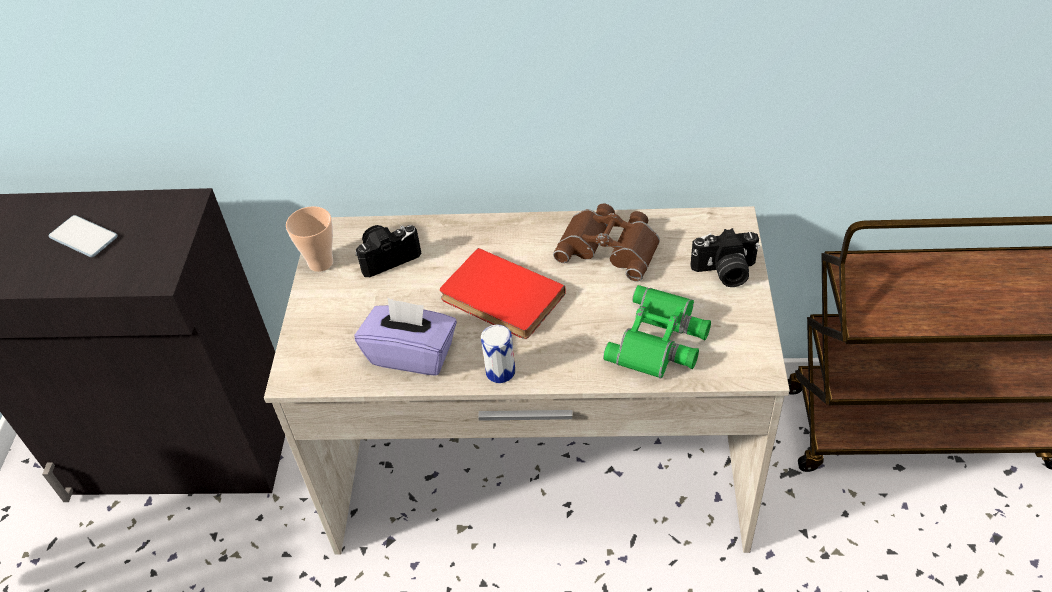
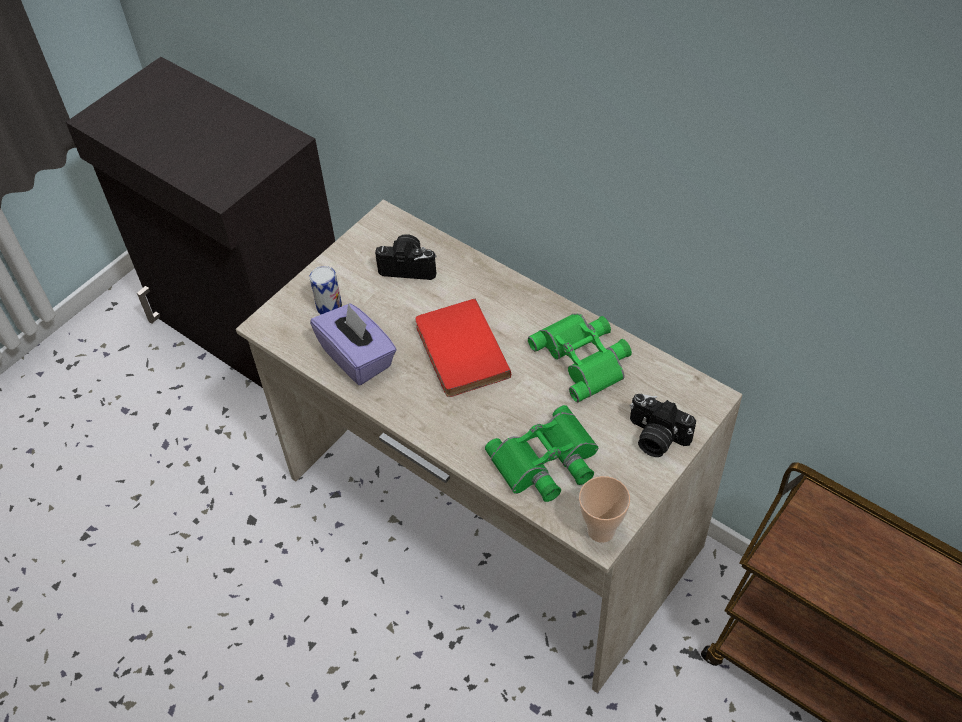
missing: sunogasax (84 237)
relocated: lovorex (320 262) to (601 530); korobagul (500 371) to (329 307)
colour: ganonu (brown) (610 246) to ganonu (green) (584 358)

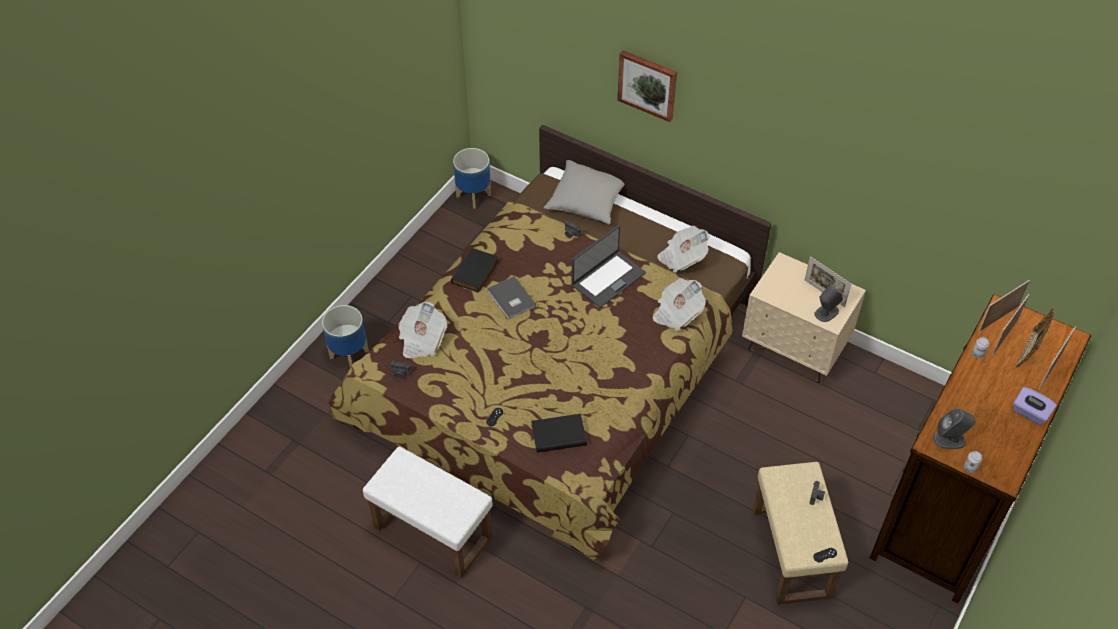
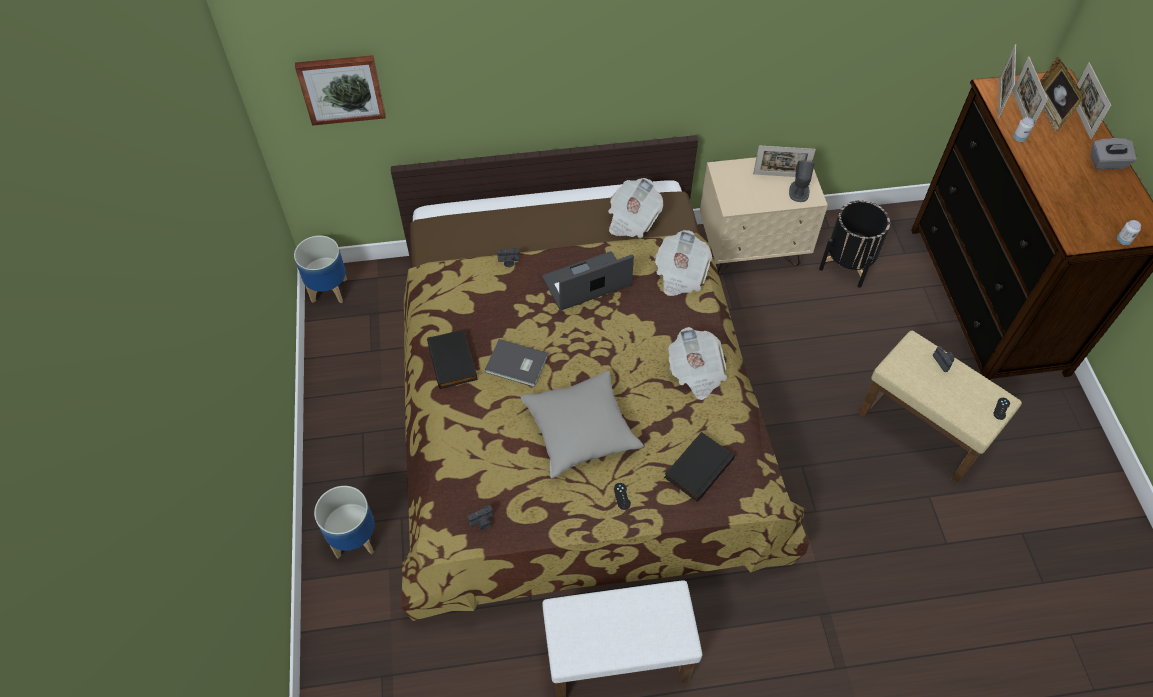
missing: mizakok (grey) (949 439)
appeared: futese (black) (848 263)
relocated: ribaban (421 340) to (696 372); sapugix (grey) (587 200) to (580 430); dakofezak (648 84) to (341 88)
colour: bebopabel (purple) (1030 413) to bebopabel (grey) (1107 163)
spun: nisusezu (607 279) = (587 283) 120 degrees counterclockwise

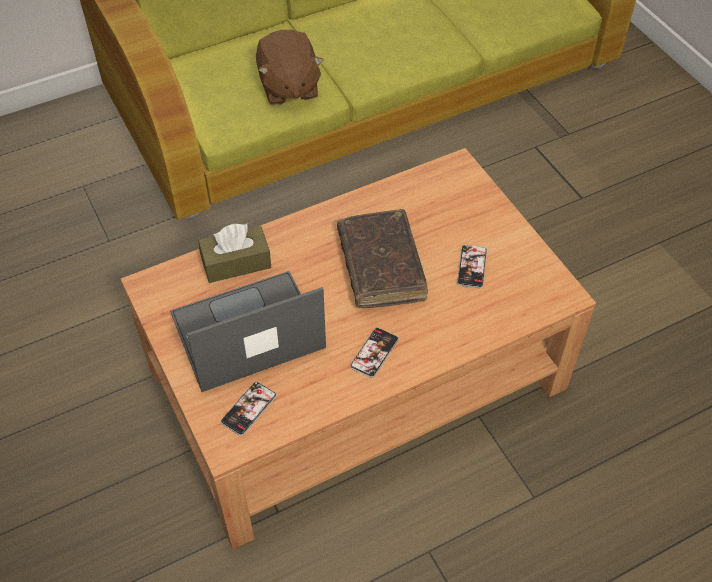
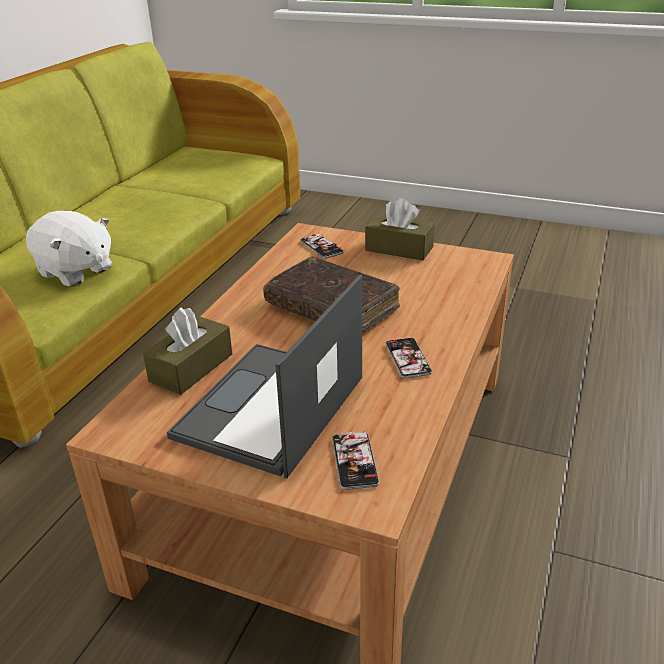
appeared: bebopabel (brown) (399 249)
relocated: sunogasax (472 267) to (321 247)
colour: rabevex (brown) (288 87) to rabevex (white) (75 272)

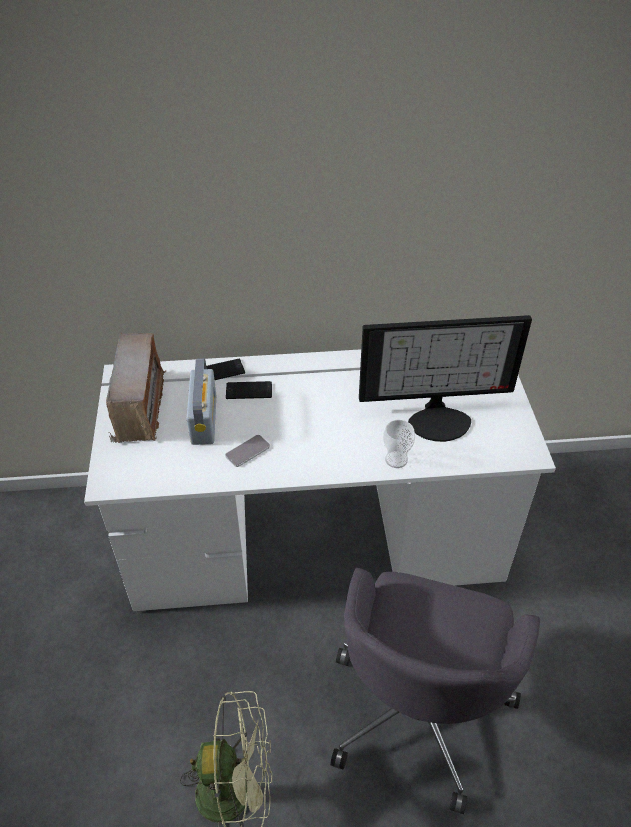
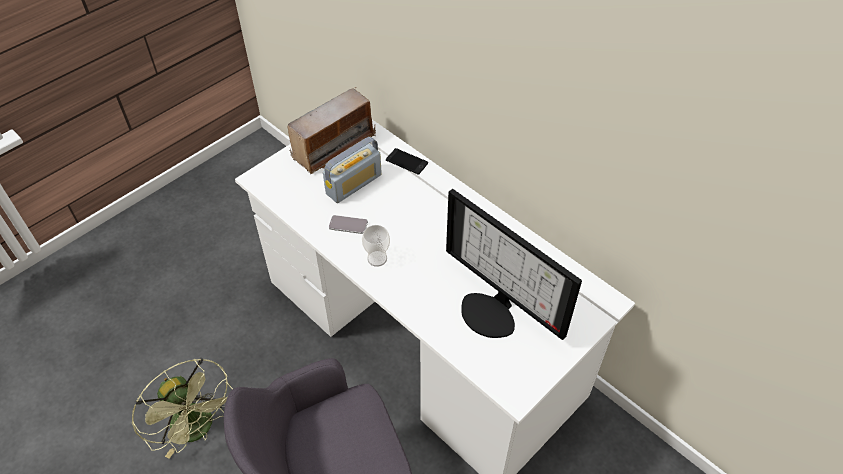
missing: sunogasax (249 391)
relocated: lovorex (396 459) to (377 258)

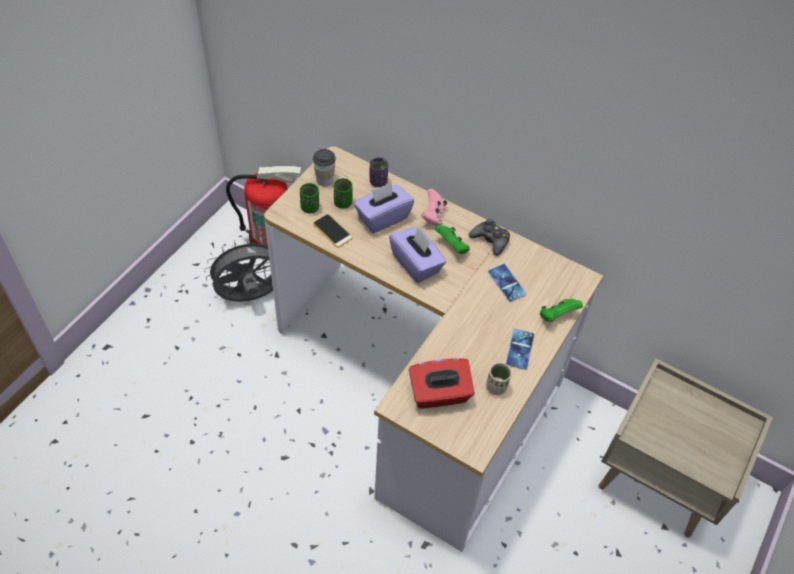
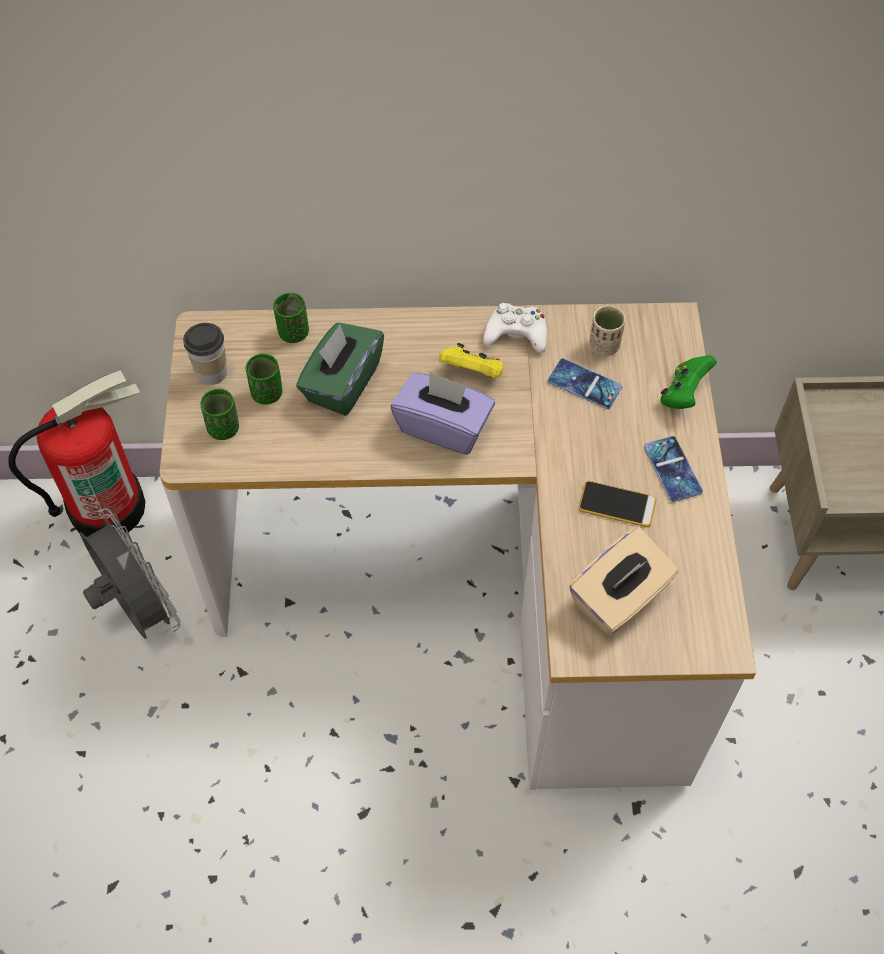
missing: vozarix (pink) (433 216)
relocated: sunogasax (332 231) to (617 504); lovorex (beige) (496 387) to (604 346)
colour: bebopabel (purple) (383 217) to bebopabel (green) (342 383); lovorex (purple) (378 182) to lovorex (green) (293 333); bebopabel (red) (439 394) to bebopabel (beige) (619 598); vozarix (green) (452 247) to vozarix (yellow) (473 373); vozarix (black) (490 240) to vozarix (white) (516 334)
spun: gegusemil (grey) (250 297) = (137 609) 105 degrees clockwise

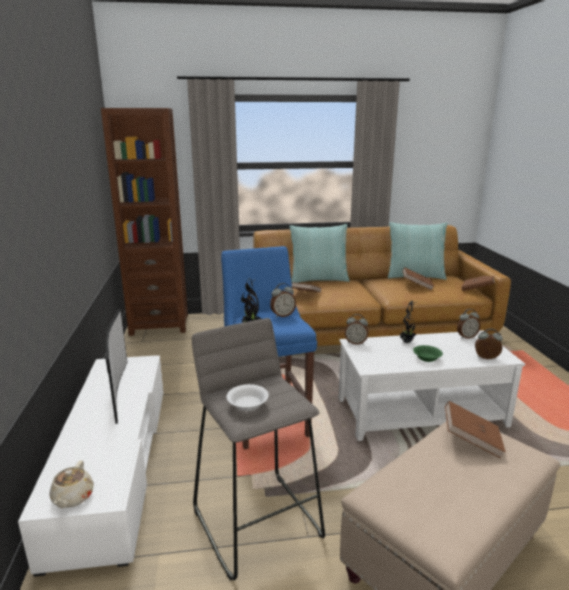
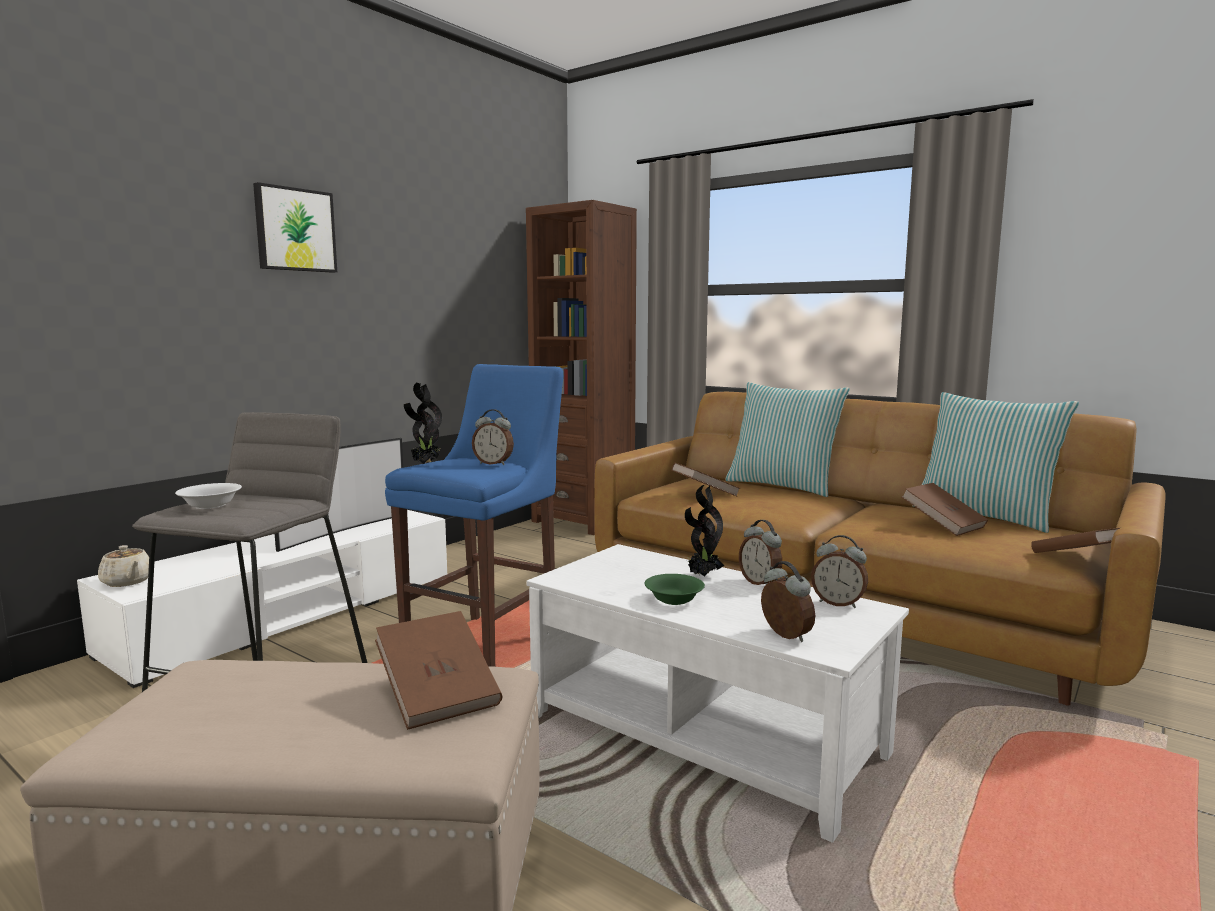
appeared: dakofezak (294 230)
relocated: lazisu (356 342) to (760 583)
spun: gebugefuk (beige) (72 498) = (127 582) 90 degrees counterclockwise

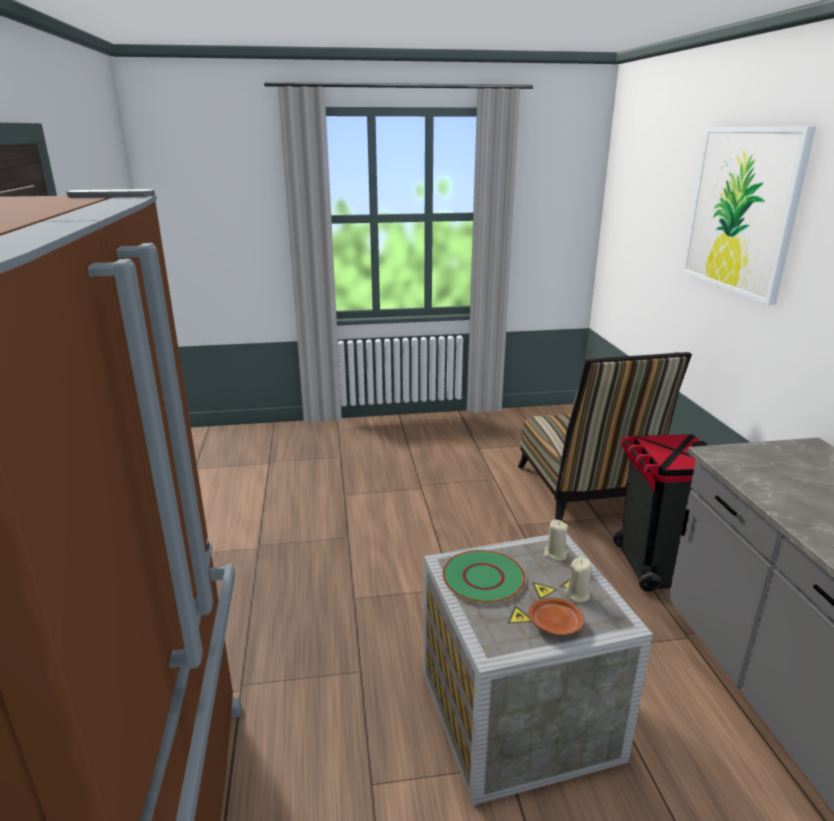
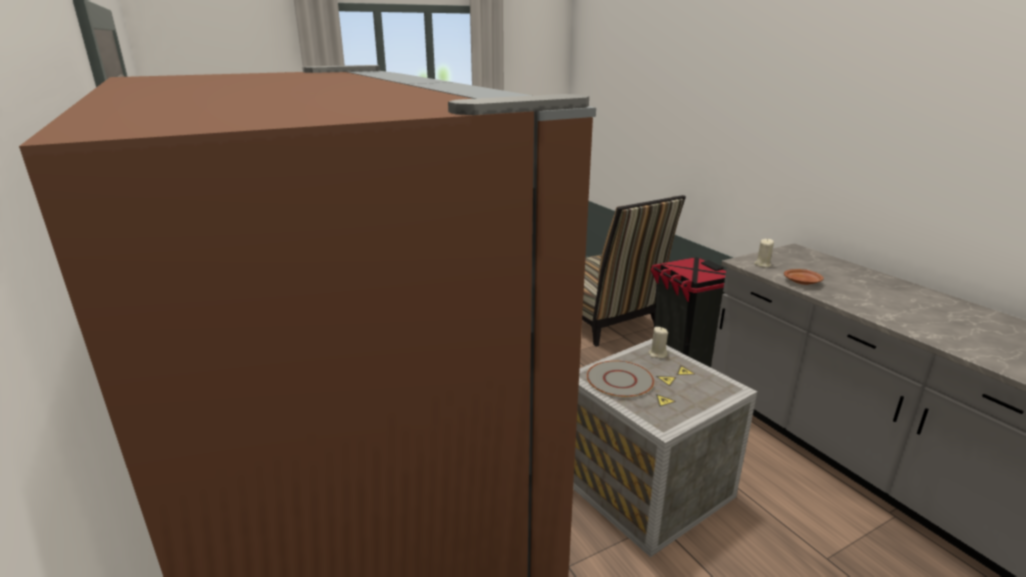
missing: dakofezak (742 210)
relocated: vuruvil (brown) (556 624) to (802 282); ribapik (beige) (577 594) to (762 264)
colour: vuruvil (green) (483 578) to vuruvil (grey) (619 380)

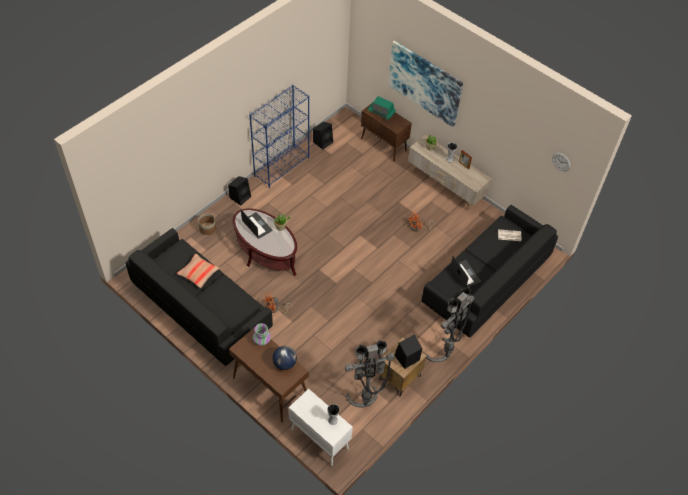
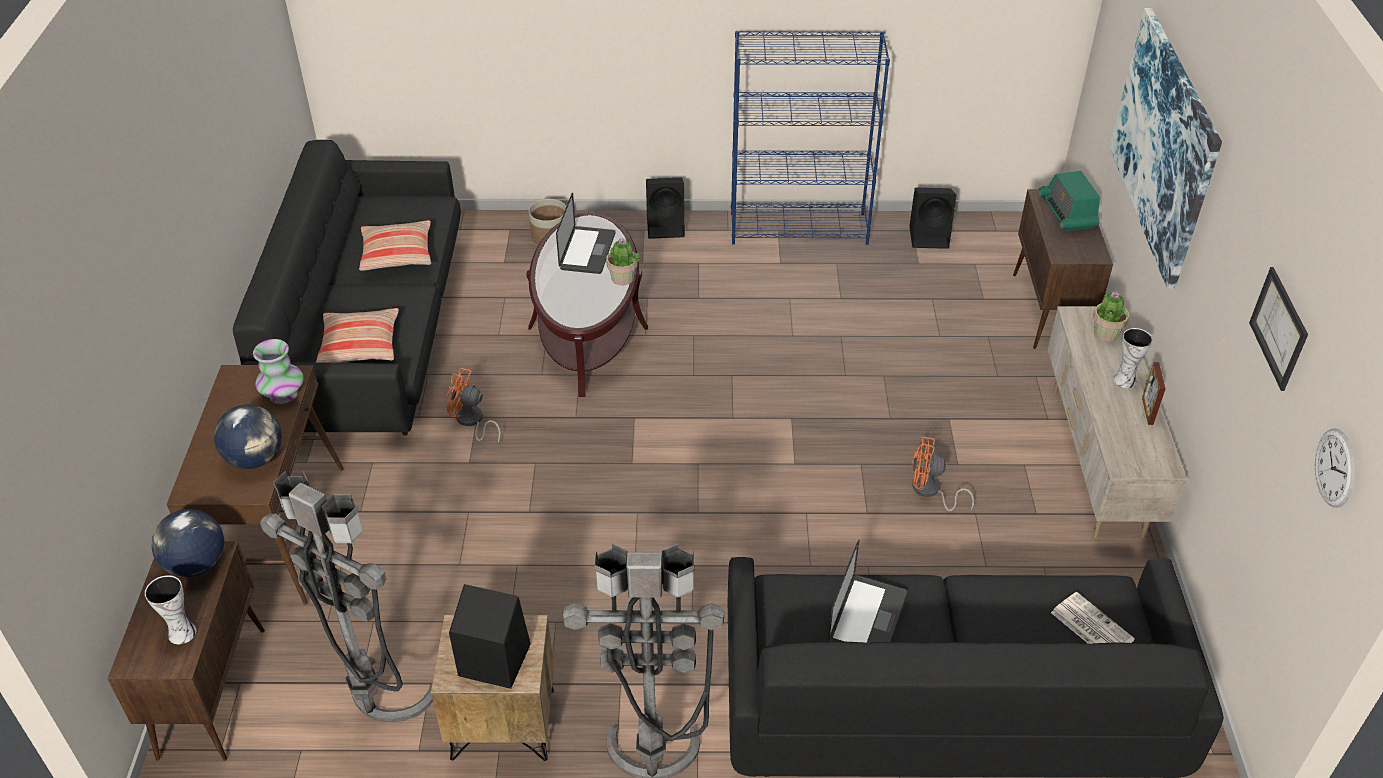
appeared: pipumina (196 565); sapugix (360 345); dakofezak (1279 328)
colour: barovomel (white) (319 439) to barovomel (brown) (213 691)

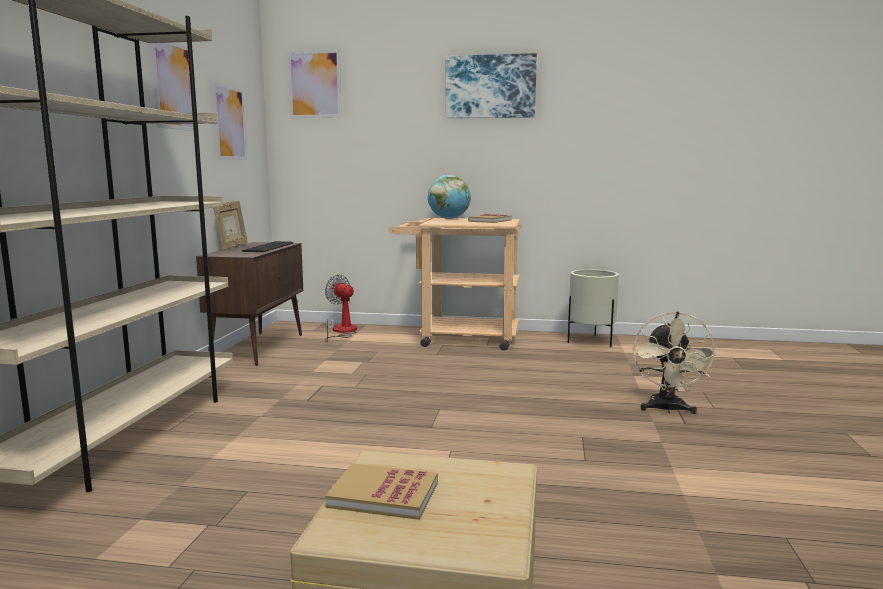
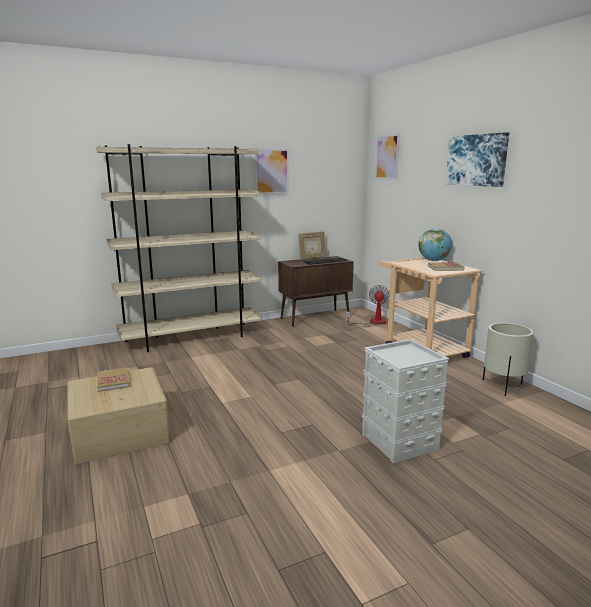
missing: dakofezak (229 123)
exchanged: gegusemil (beige) (667 410) to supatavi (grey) (400 442)

